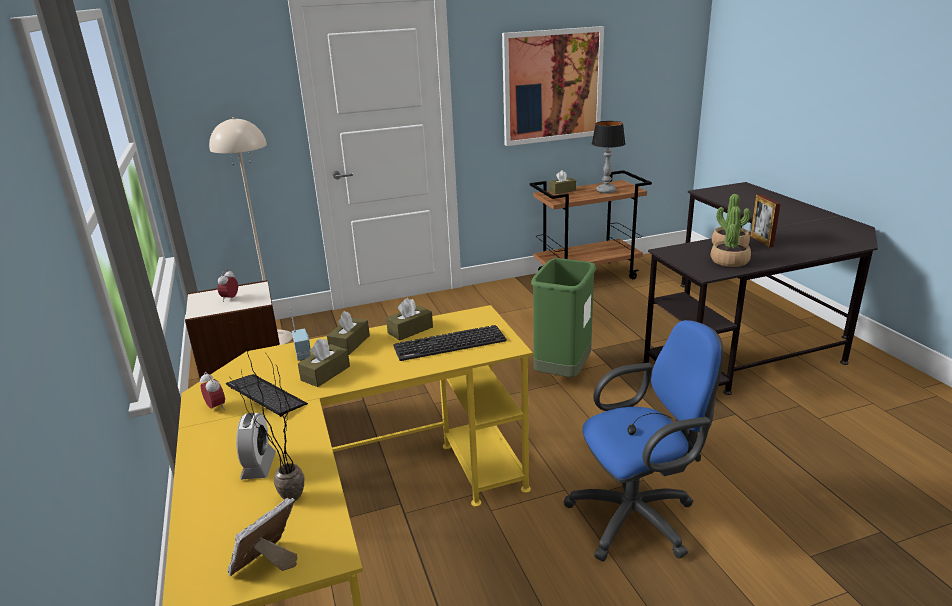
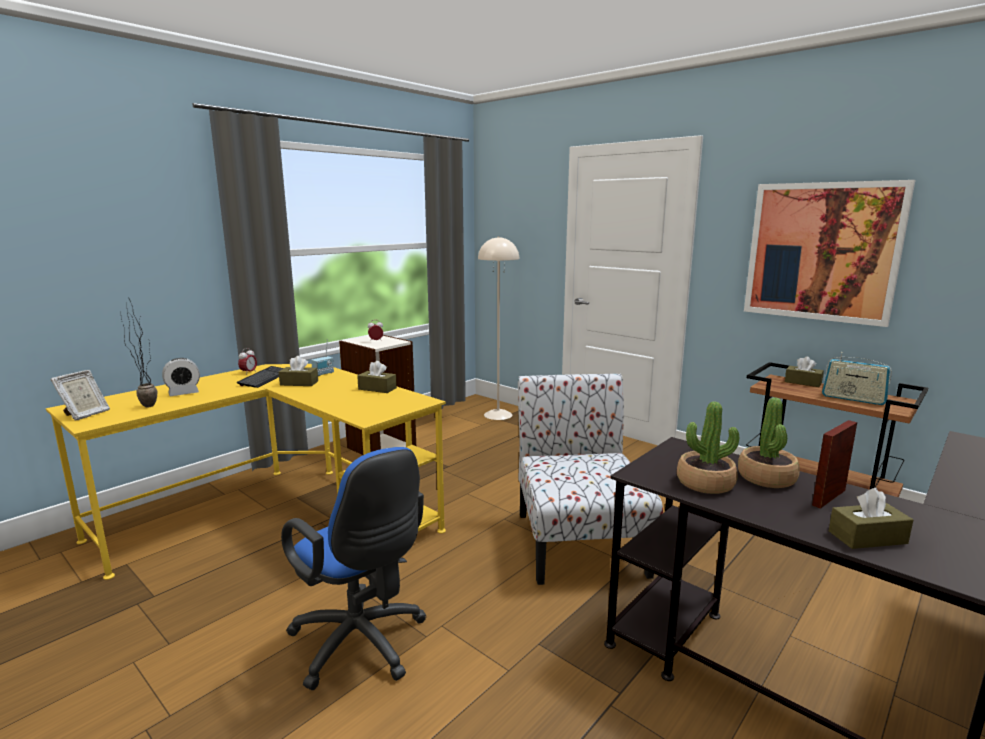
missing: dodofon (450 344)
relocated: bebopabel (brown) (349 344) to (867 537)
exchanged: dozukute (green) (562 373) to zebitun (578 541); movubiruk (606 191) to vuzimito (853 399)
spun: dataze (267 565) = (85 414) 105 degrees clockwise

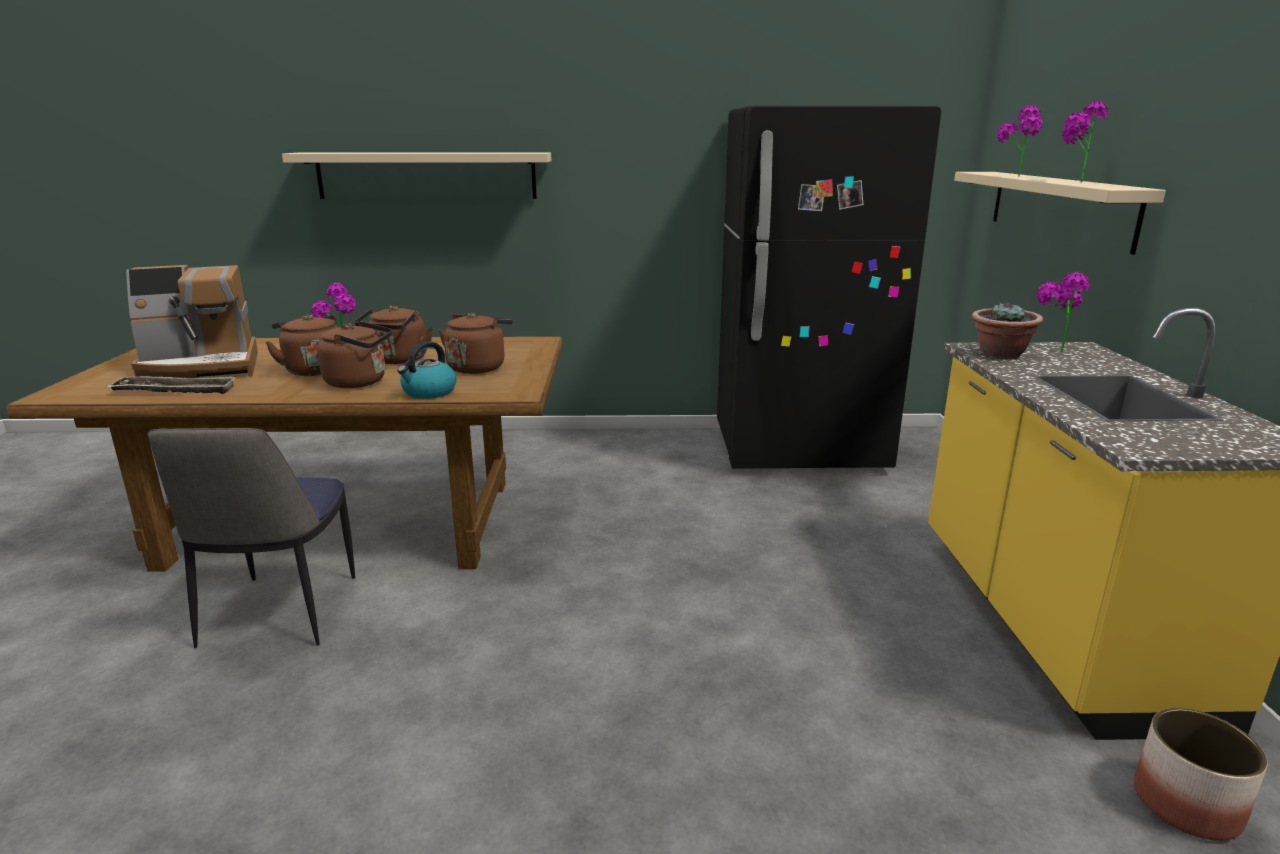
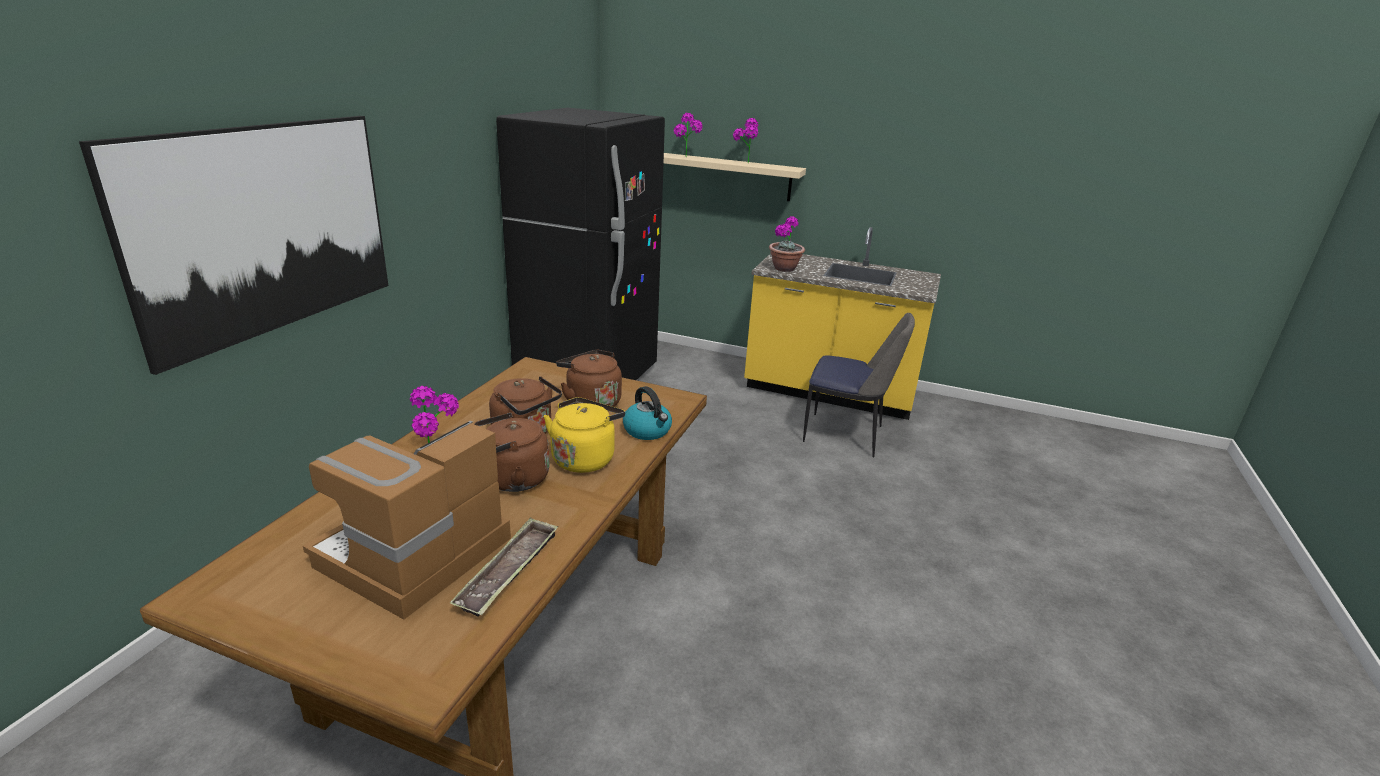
missing: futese (1185 804)
relocated: zebitun (279 613) to (846 435)
exchanged: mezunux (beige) (426 175) to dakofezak (267 230)
colour: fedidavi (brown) (360 382) to fedidavi (yellow) (584 458)
spun: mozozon (202 368) = (413 555) 150 degrees counterclockwise

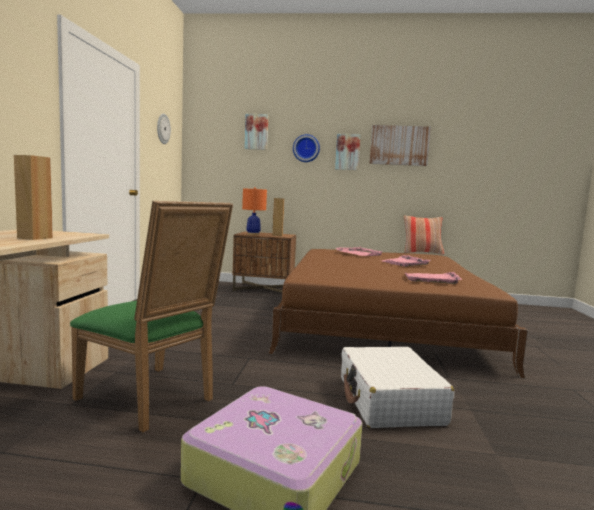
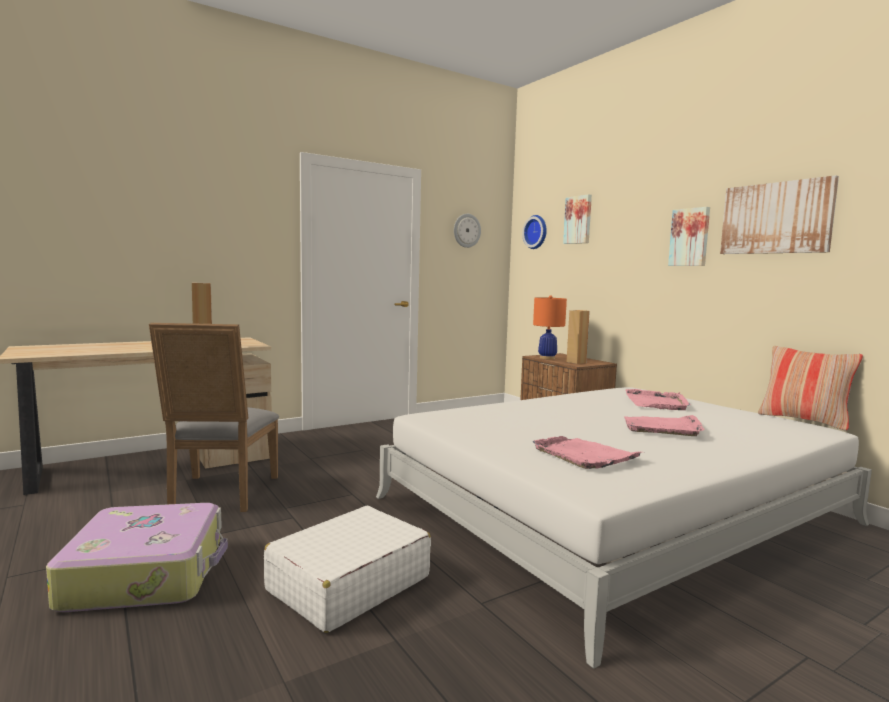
relocated: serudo (306 148) to (536 232)
colour: zebitun (green) (152 400) to zebitun (grey) (220 495); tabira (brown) (380 319) to tabira (white) (614 510)

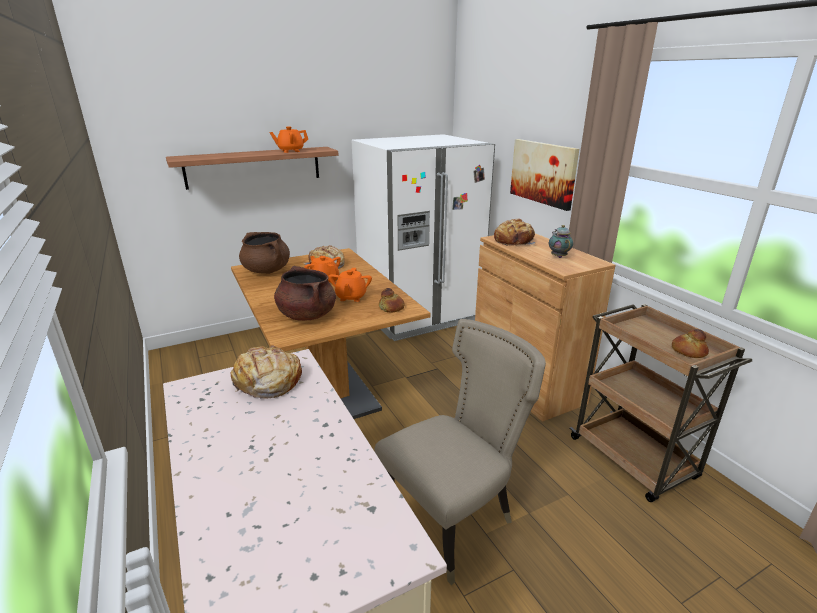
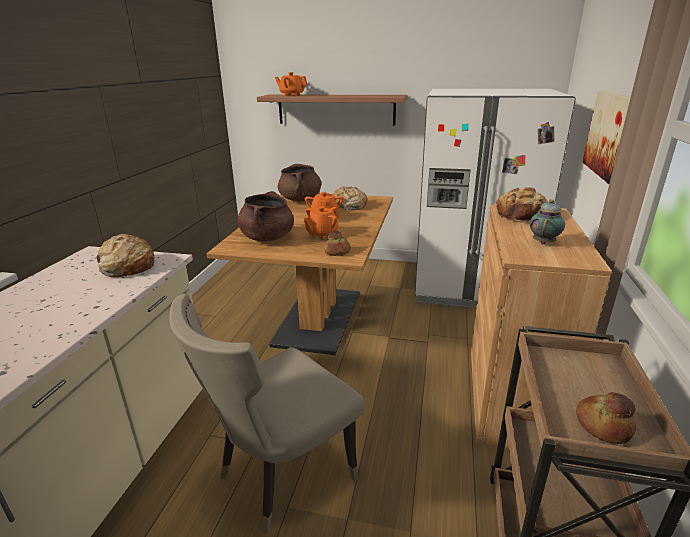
relocated: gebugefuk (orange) (290 151) to (291 95)
spun: zebitun (beige) (454 518) = (280 475) 135 degrees clockwise

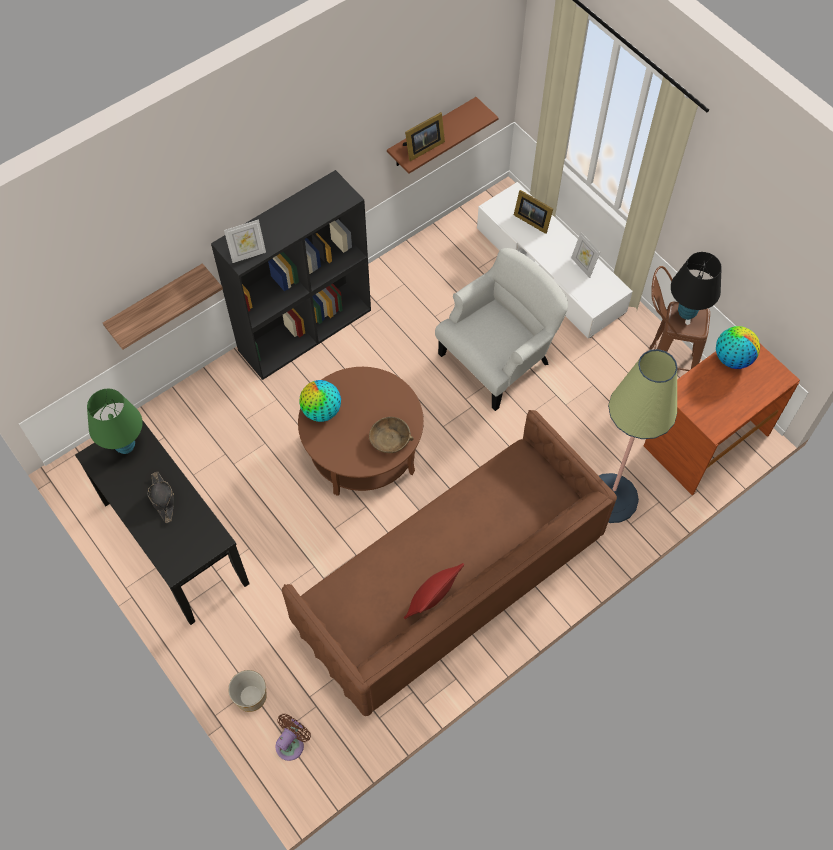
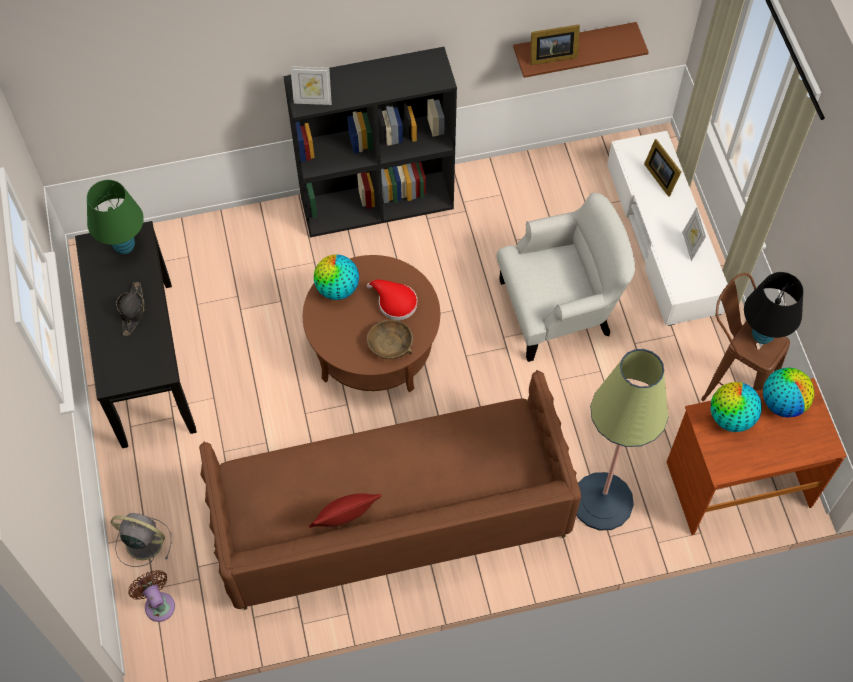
missing: mezunux (156 302)
appeared: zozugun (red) (394 302); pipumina (730 417)
exchanged: futese (250 697) to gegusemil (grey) (142 542)
spun: gegusemil (brown) (292 743) = (158 603) 90 degrees counterclockwise

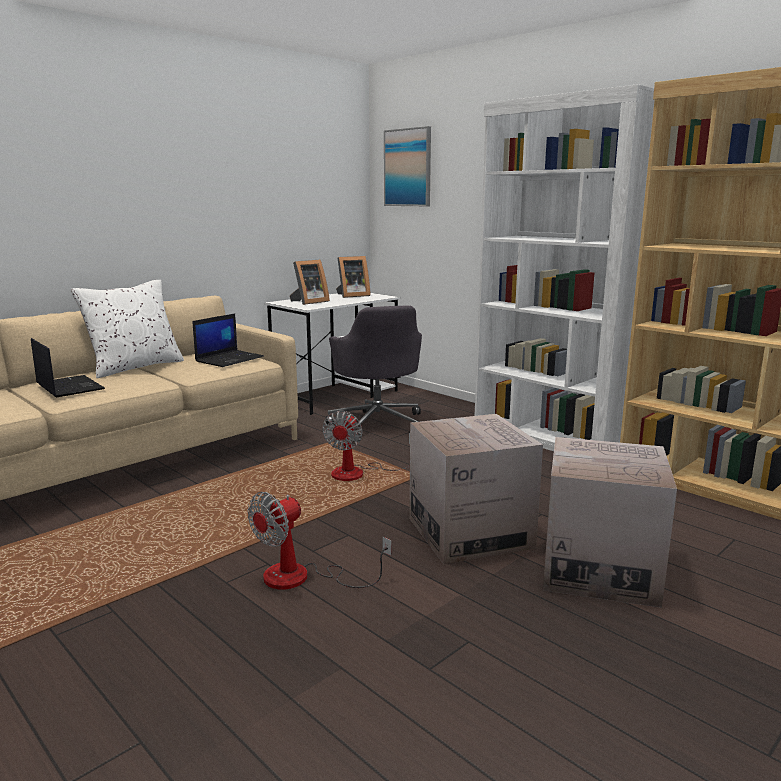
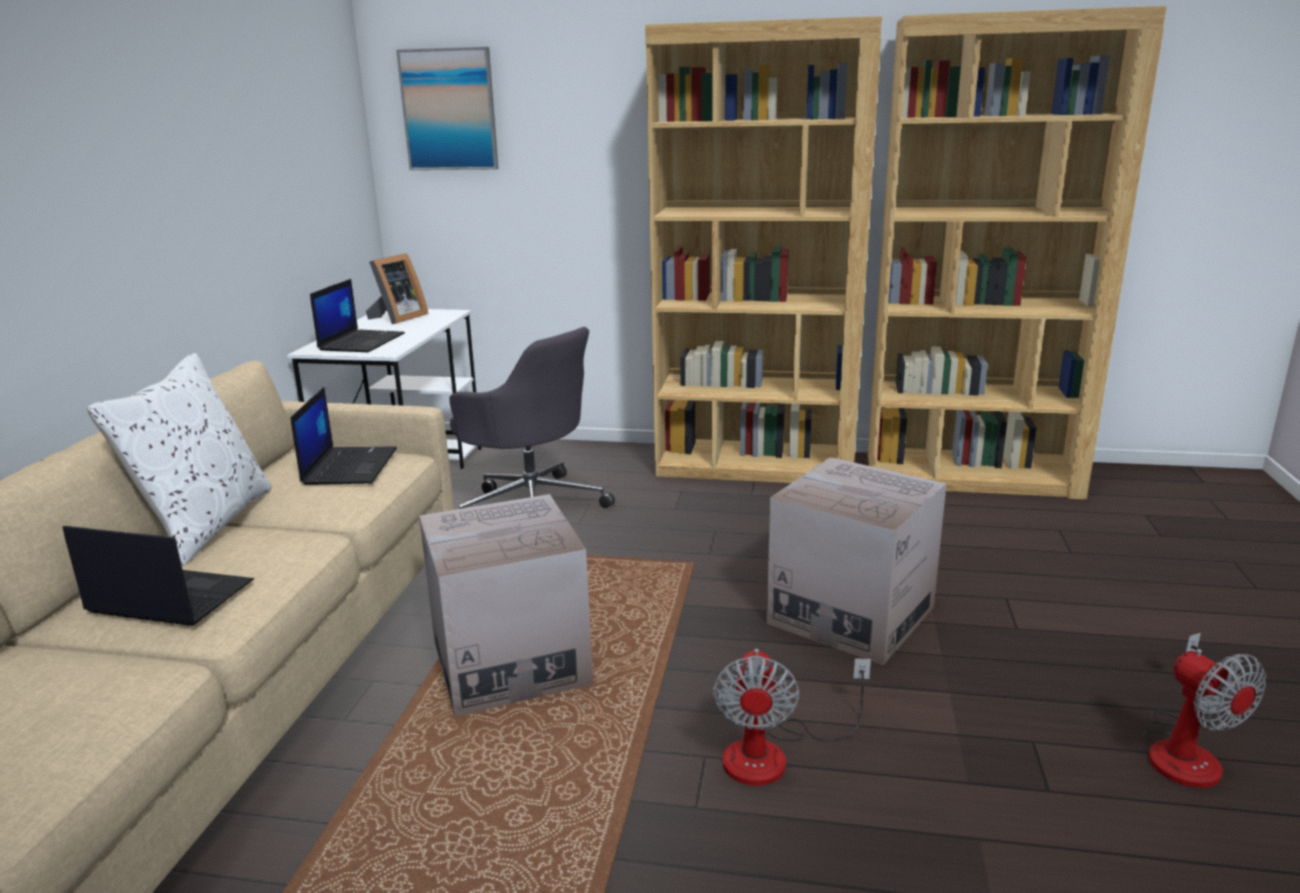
relocated: gegusemil (359 473) to (1185 750); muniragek (599 569) to (510 663)
exchanged: dataze (309 302) to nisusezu (361 342)
colour: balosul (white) (551 438) to balosul (brown) (755 466)

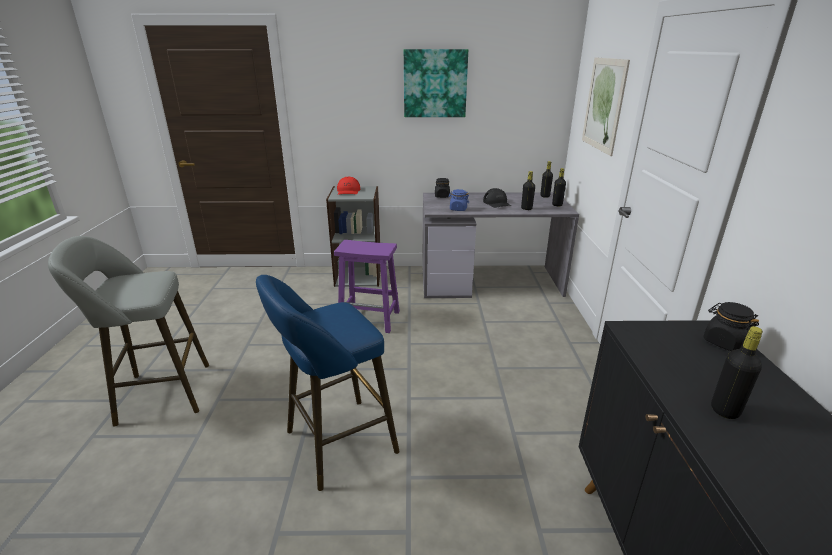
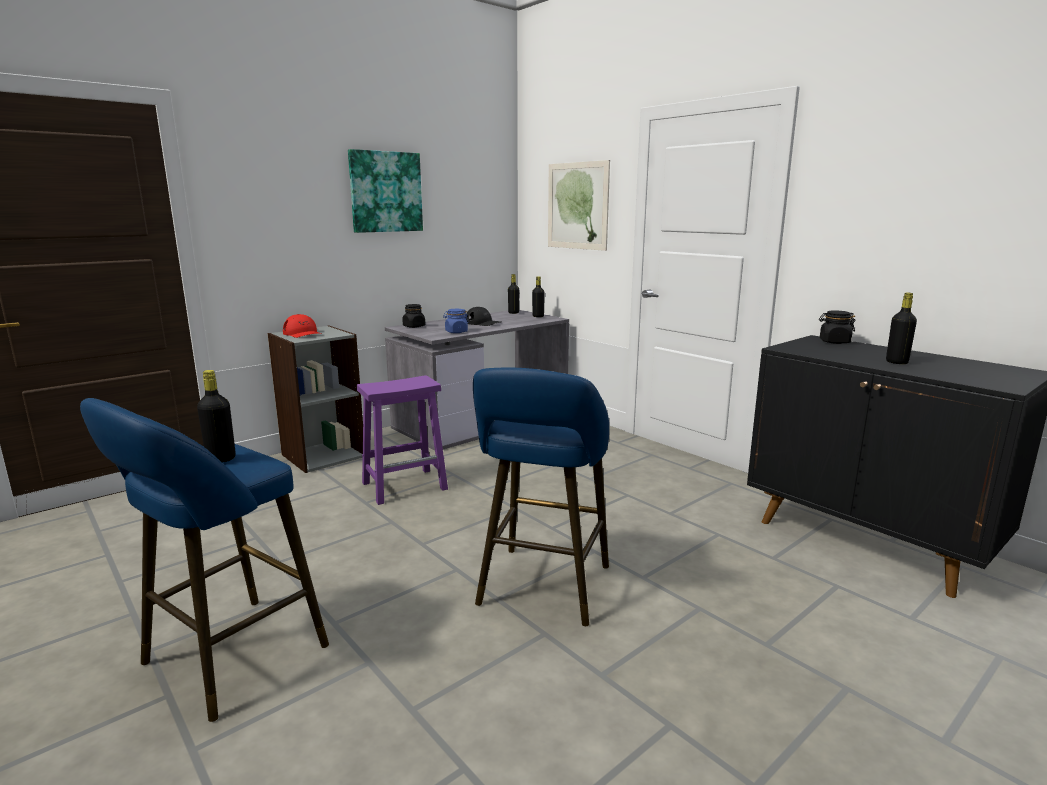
relocated: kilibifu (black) (526 208) to (221 459)
colour: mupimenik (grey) (158 394) to mupimenik (blue) (226 660)

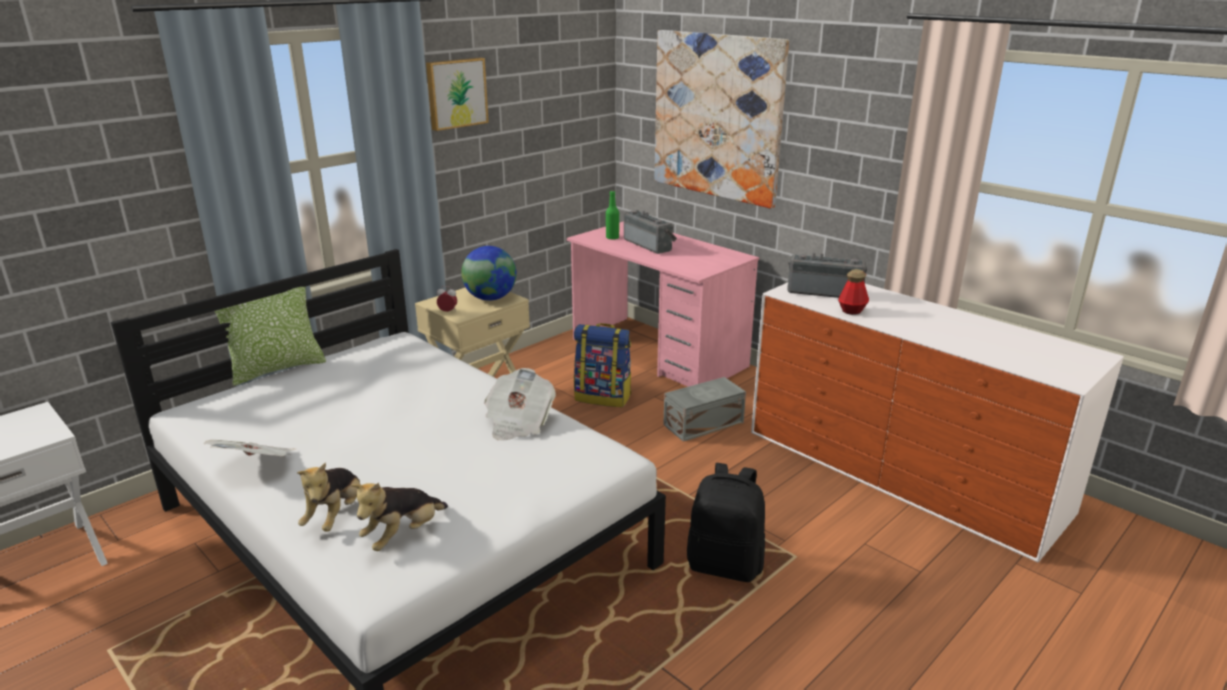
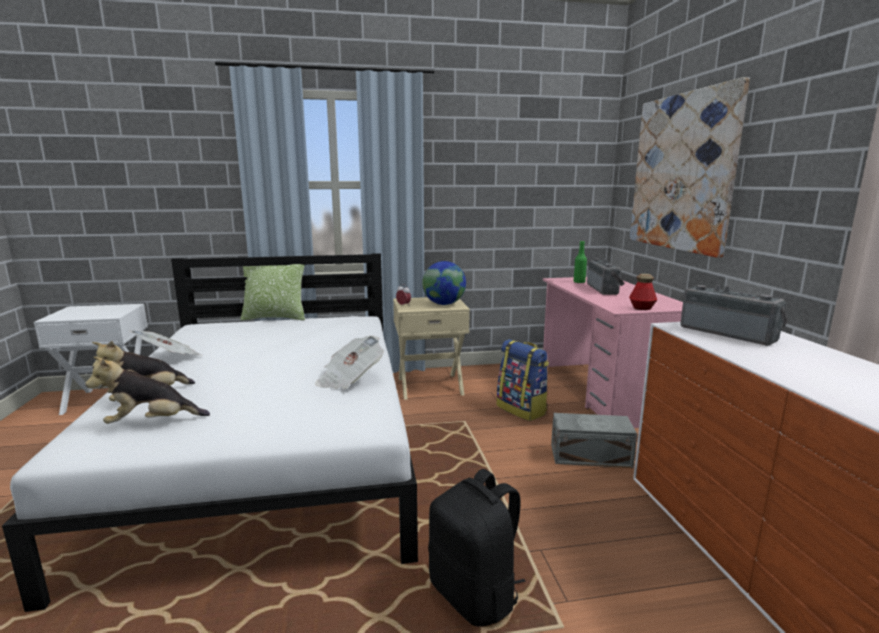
missing: dakofezak (456 93)
relocated: kilibifu (852 311) to (642 308)

